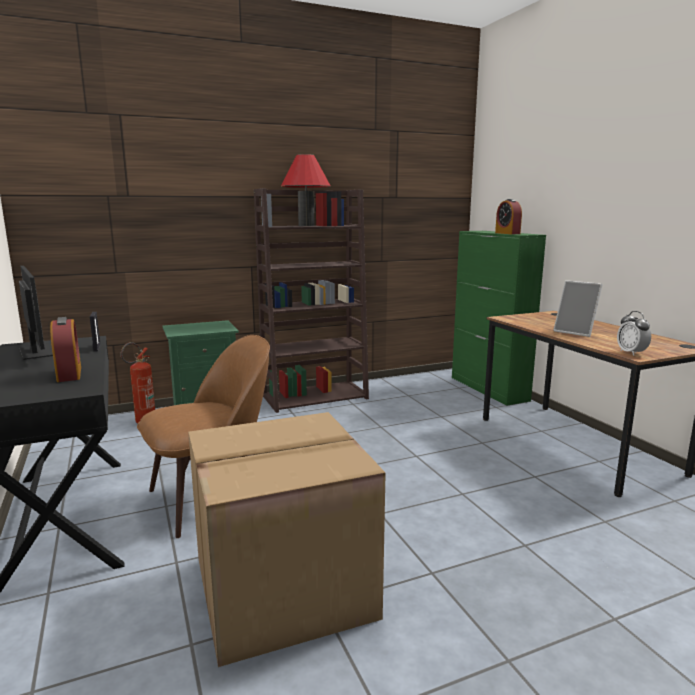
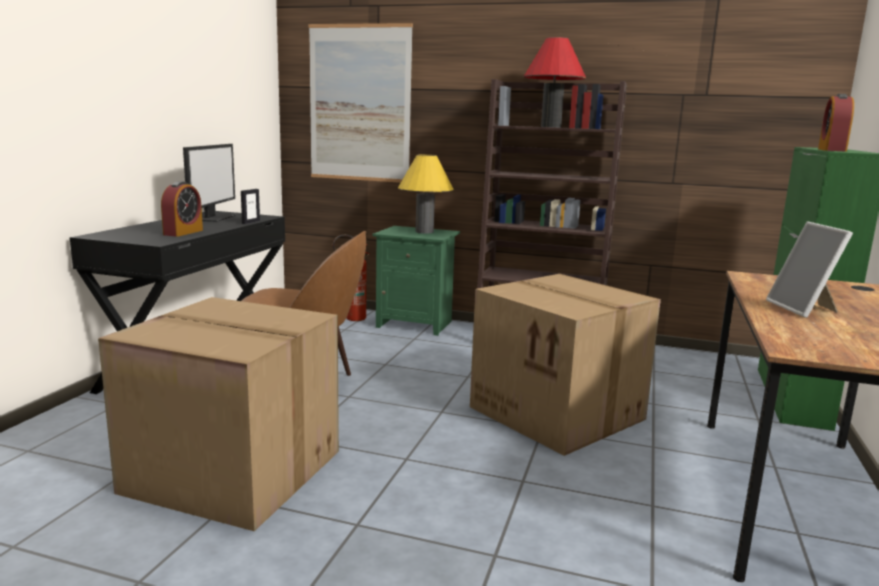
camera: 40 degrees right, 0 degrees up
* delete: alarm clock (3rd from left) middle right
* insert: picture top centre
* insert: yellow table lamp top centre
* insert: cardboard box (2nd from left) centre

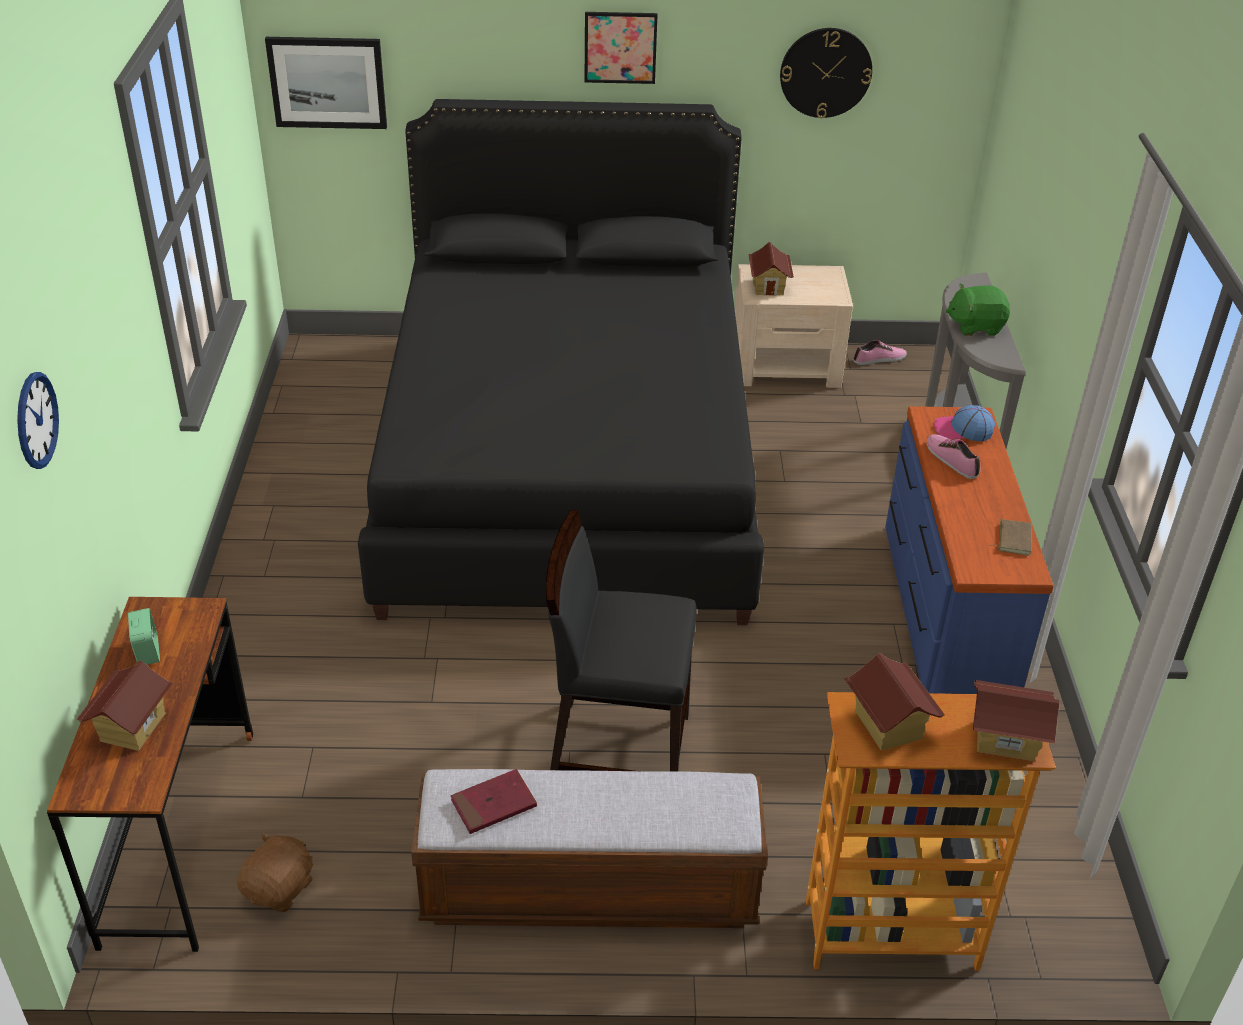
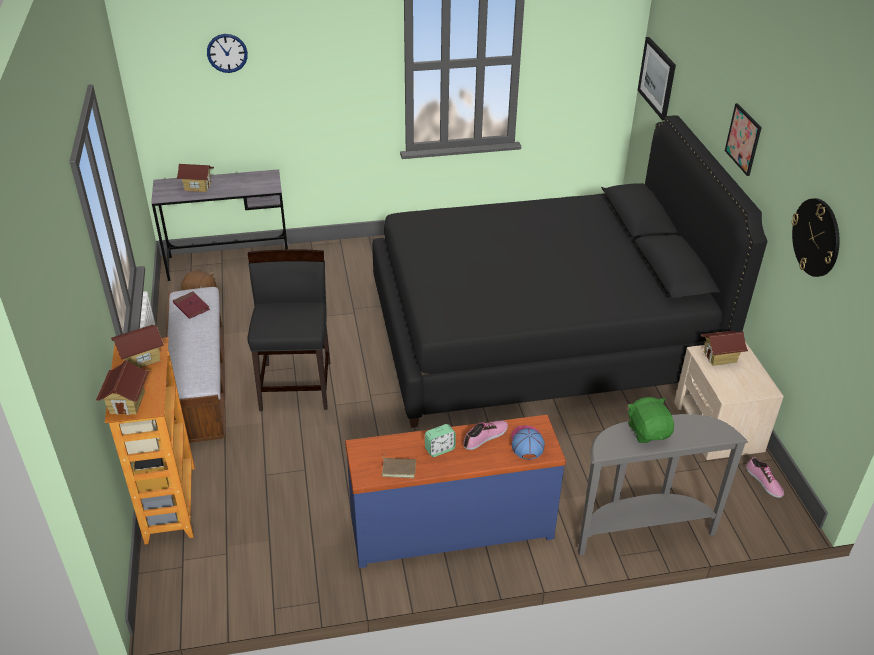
camera: 80 degrees right, 0 degrees up
* move: alarm clock middle left to bottom centre
* recolor: brown desk bottom left to grey desk middle left

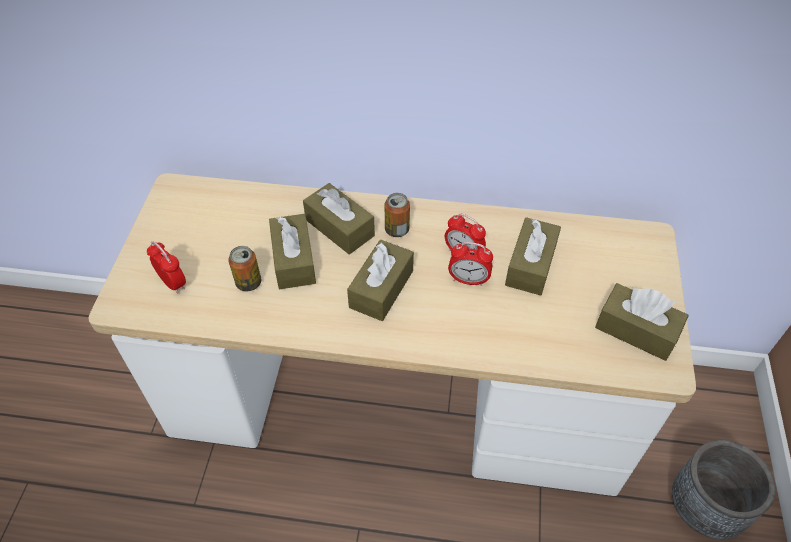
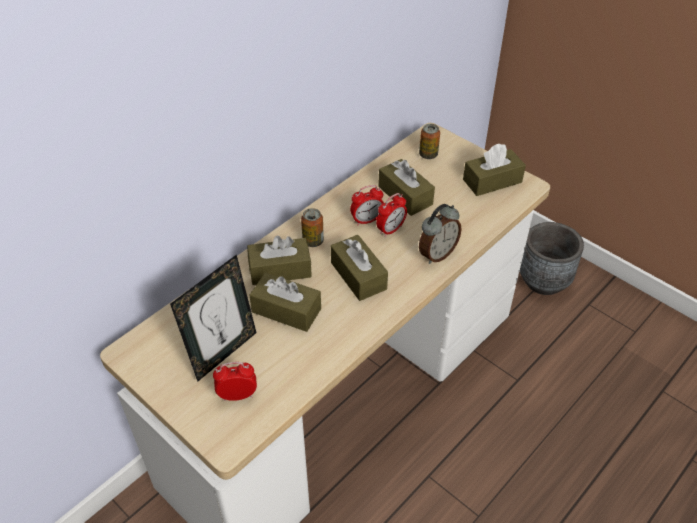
camera: 55 degrees left, 5 degrees down
* insert: picture frame middle left
* insert: alarm clock (4th from left) centre
* move: can (1st from left in the first image) middle left to can (2nd from left) top centre

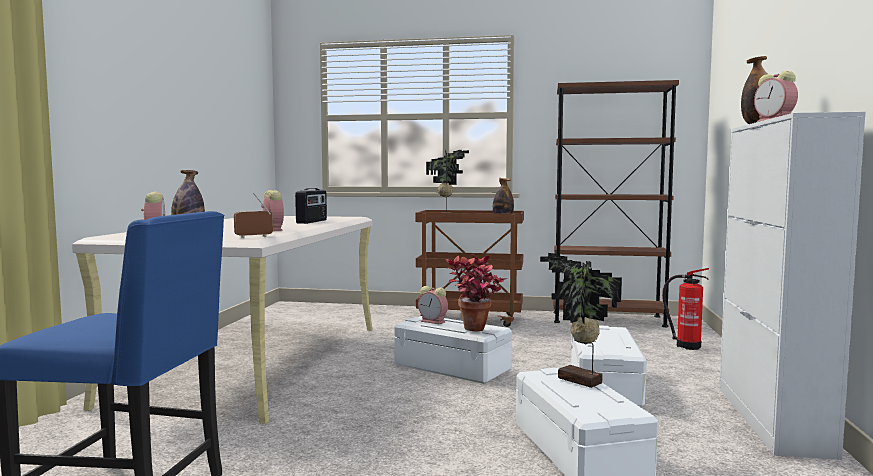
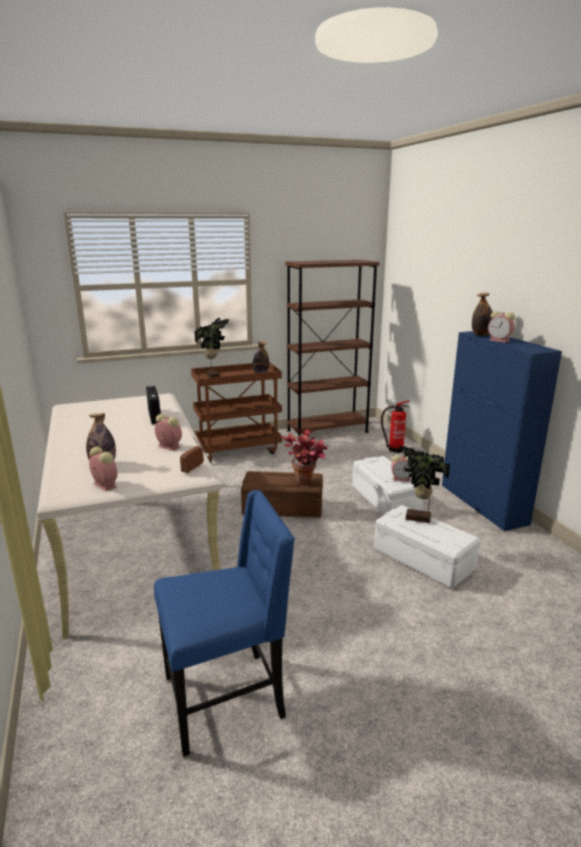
camera: 30 degrees left, 15 degrees up
* move: alarm clock (3rd from left) centre to middle right
* recolor: white storage box (1st from left) bottom centre to brown storage box centre
* recolor: white cabinet middle right to blue cabinet middle right

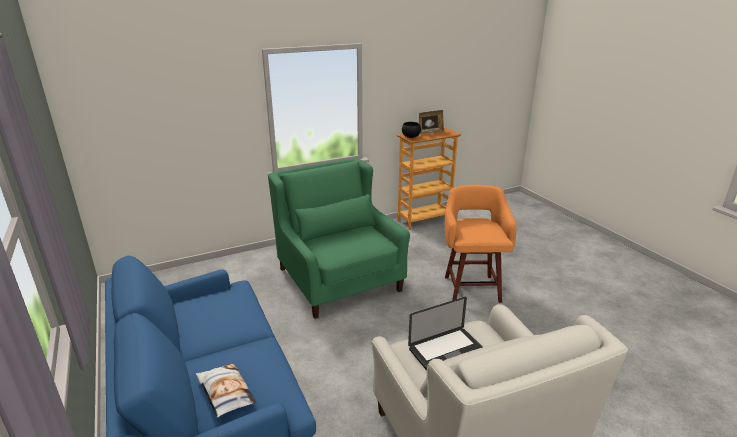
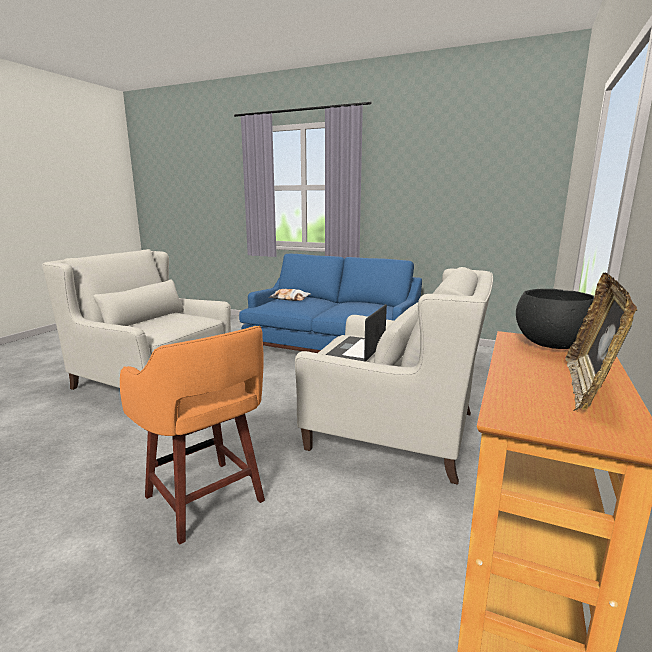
camera: 140 degrees right, 10 degrees down
* move: laptop bottom centre to centre
* recolor: green armchair centre to white armchair (2nd from left) centre

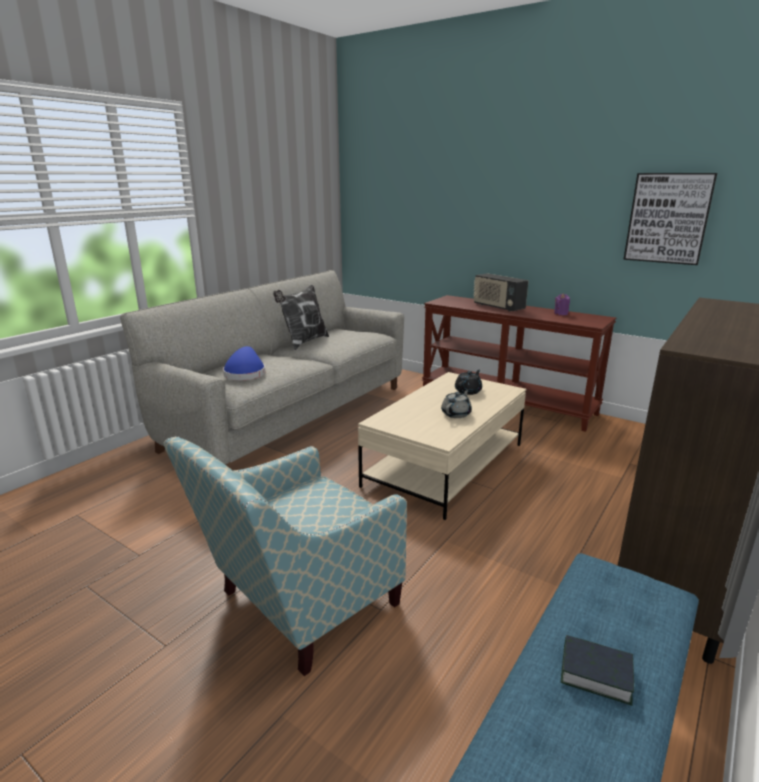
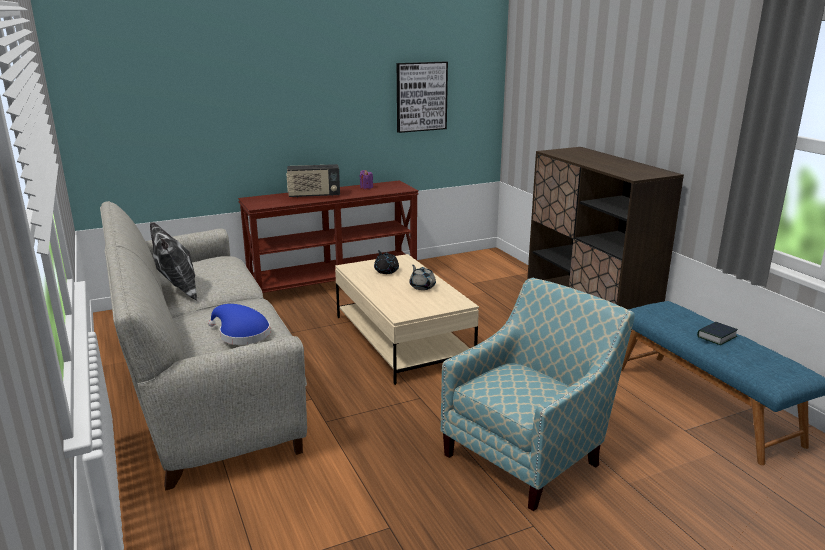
camera: 60 degrees left, 0 degrees up
* rotate: armchair bottom centre = bottom centre 120 degrees counterclockwise

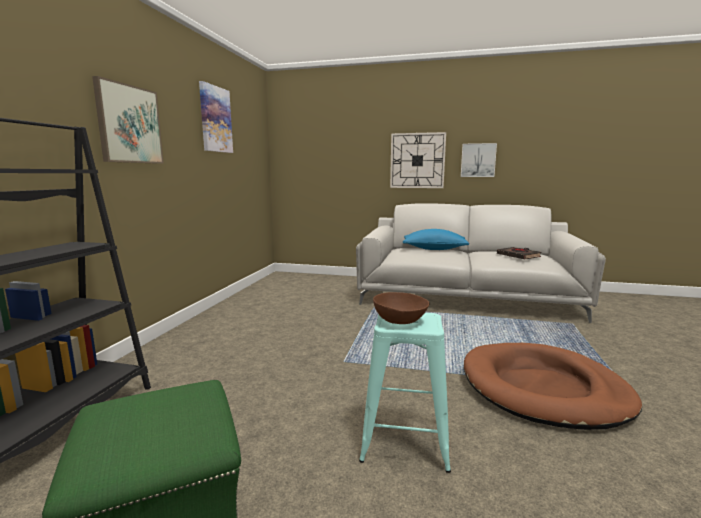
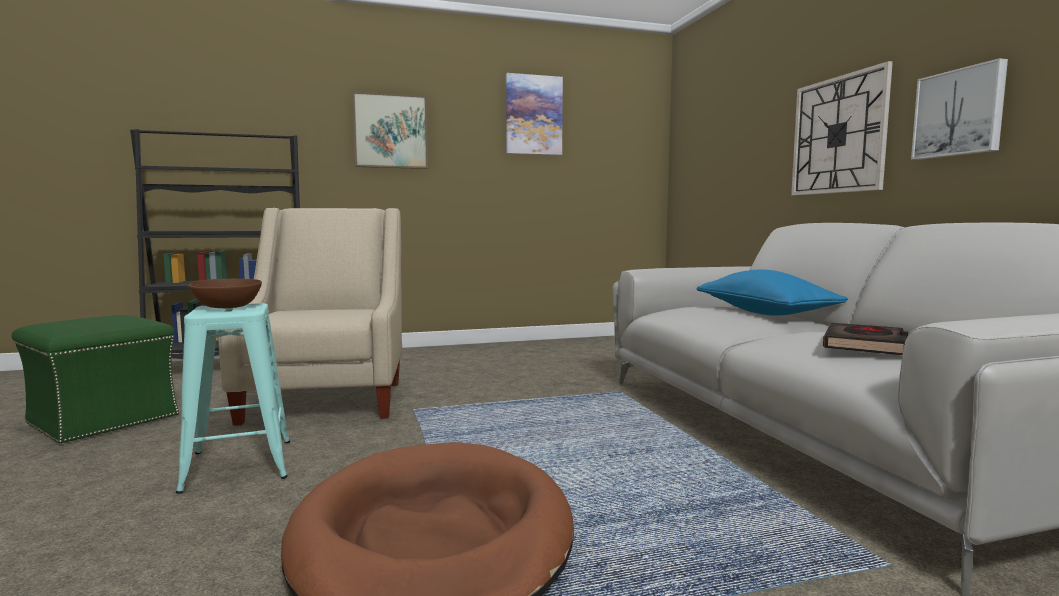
camera: 60 degrees right, 5 degrees down
* insert: beige armchair middle left

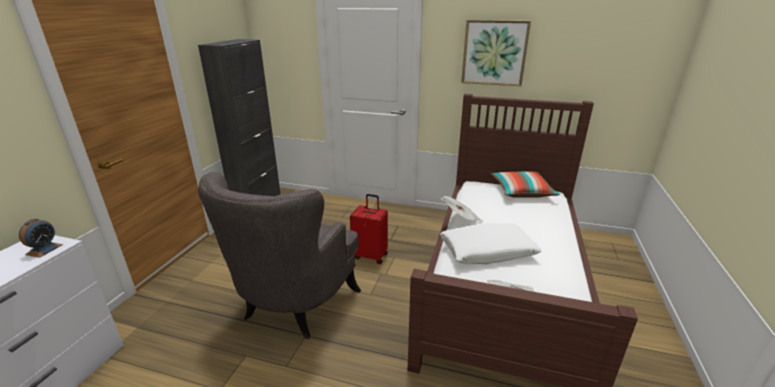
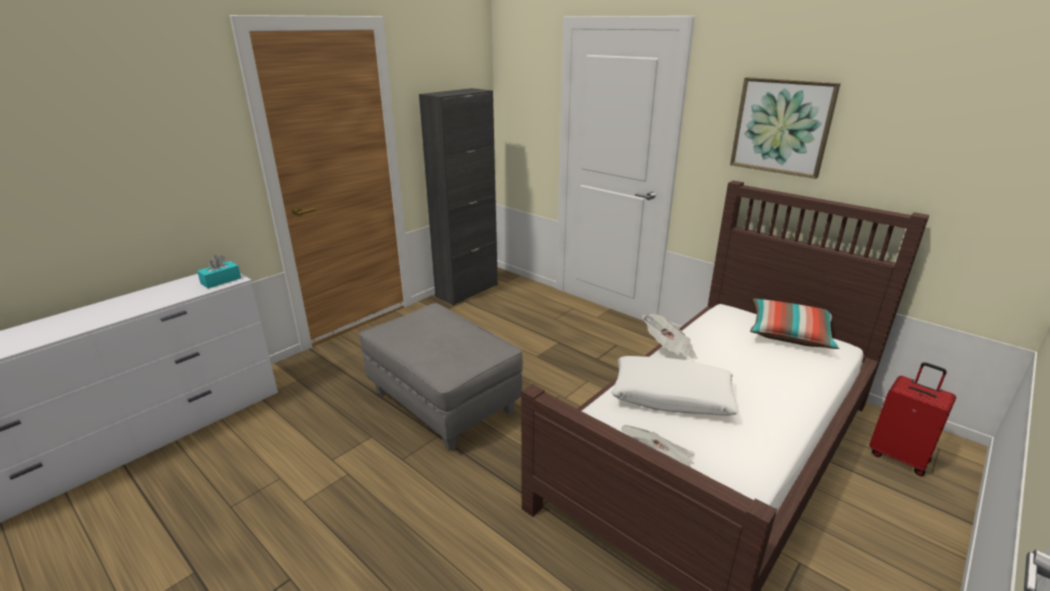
camera: 25 degrees right, 0 degrees up
* move: red suitcase centre to bottom right
* replace: alarm clock middle left to turquoise tissue box middle left
* replace: grey armchair centre to grey ottoman centre

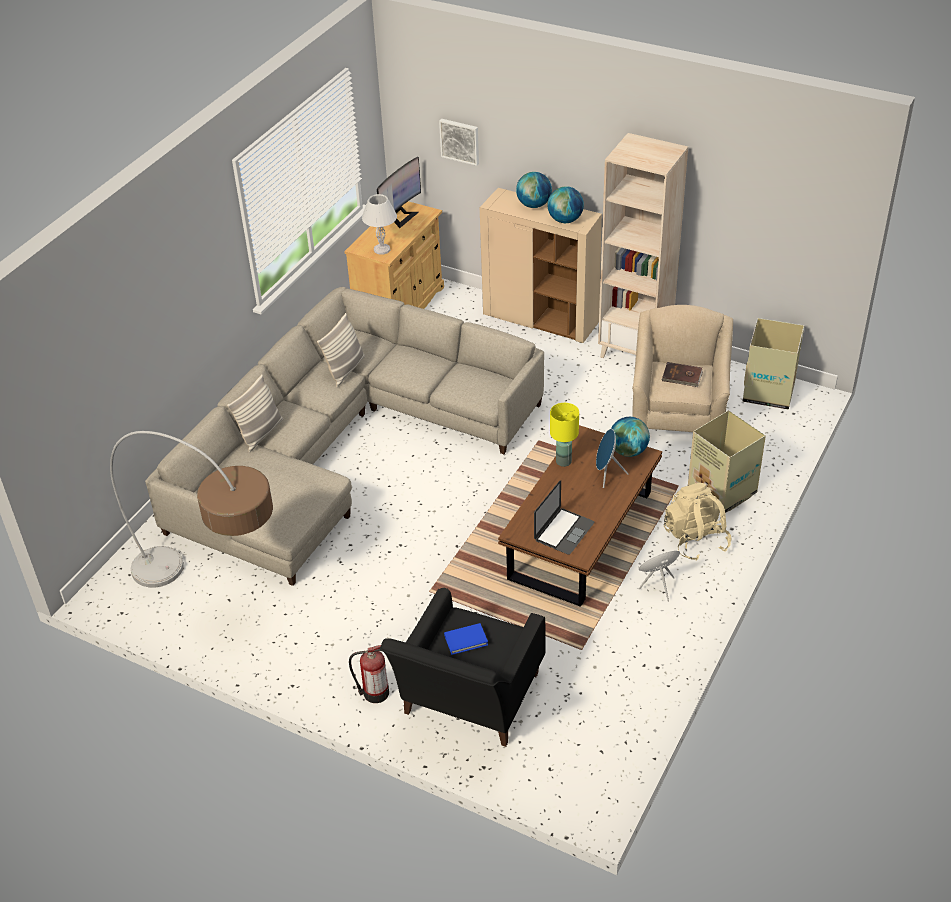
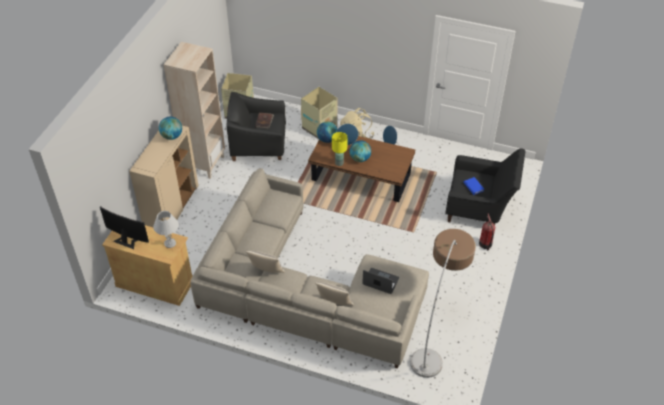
camera: 100 degrees left, 5 degrees up
* delete: picture top centre
* move: globe (1st from left in the first image) top centre to globe (3rd from left) centre
* move: laptop centre to bottom centre
* recolor: beige armchair middle right to black armchair (1st from left) top centre

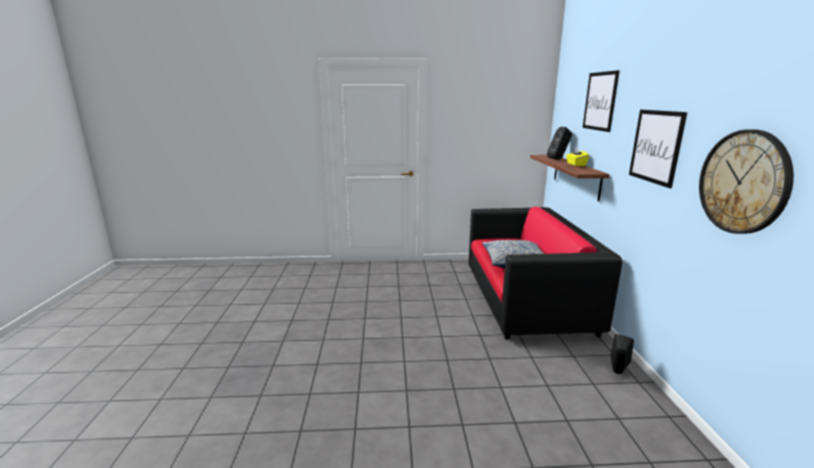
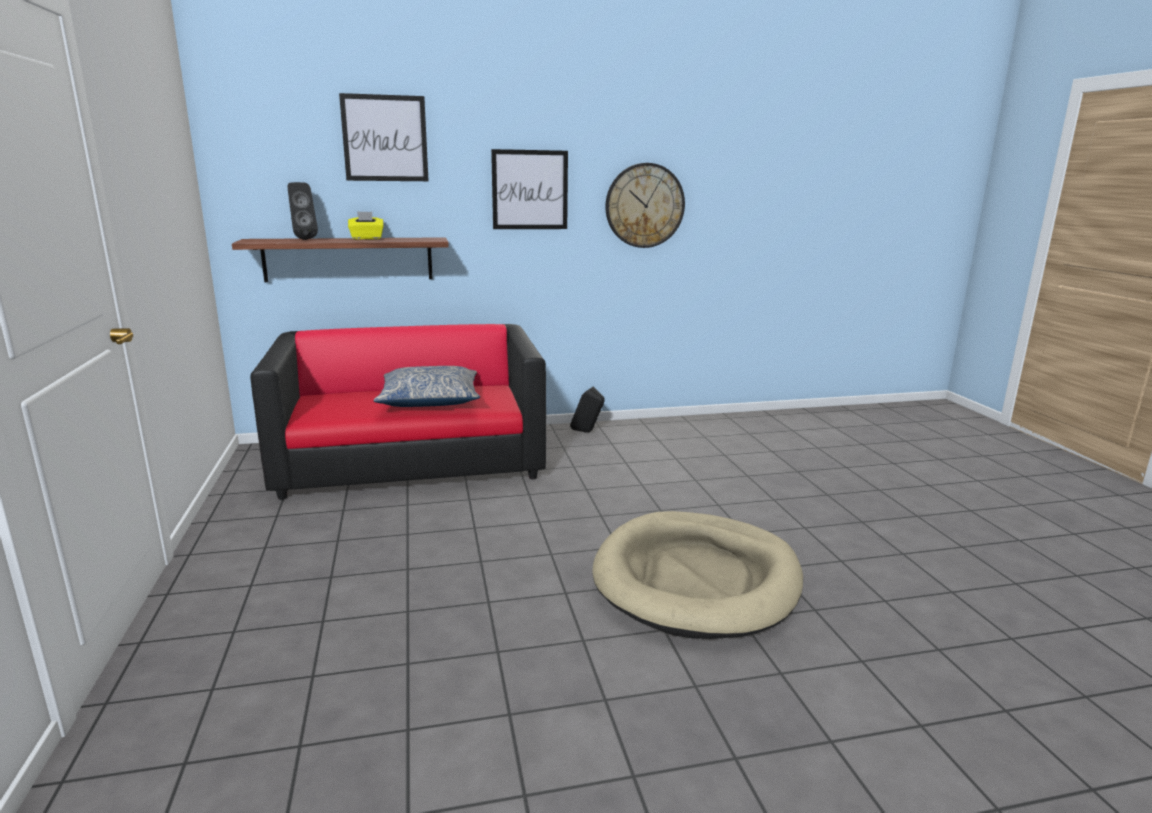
camera: 100 degrees left, 0 degrees up
* insert: beige dog bed bottom centre

